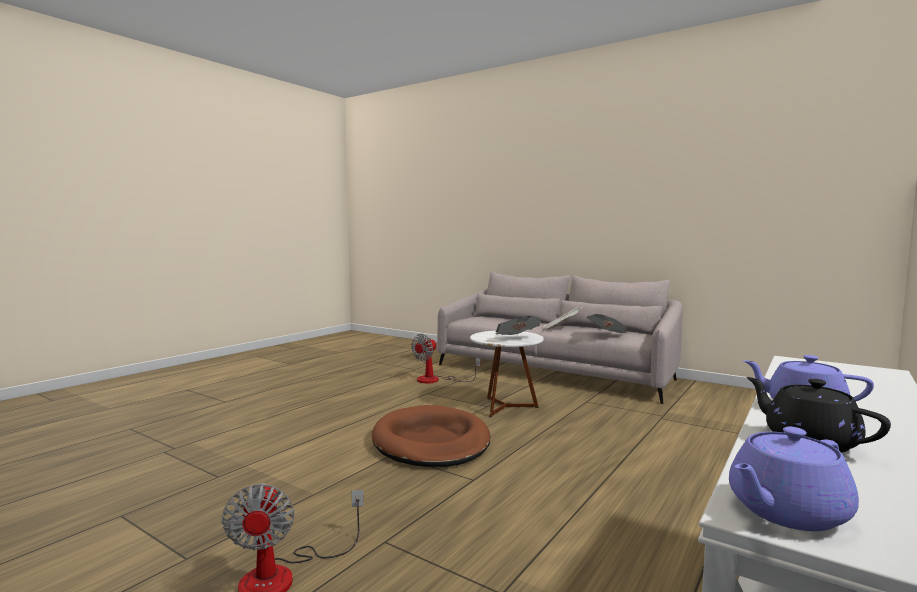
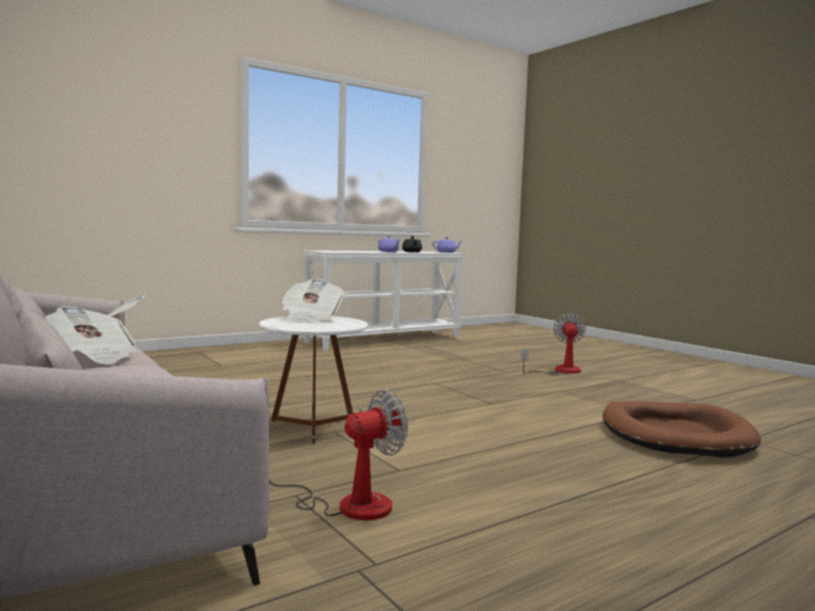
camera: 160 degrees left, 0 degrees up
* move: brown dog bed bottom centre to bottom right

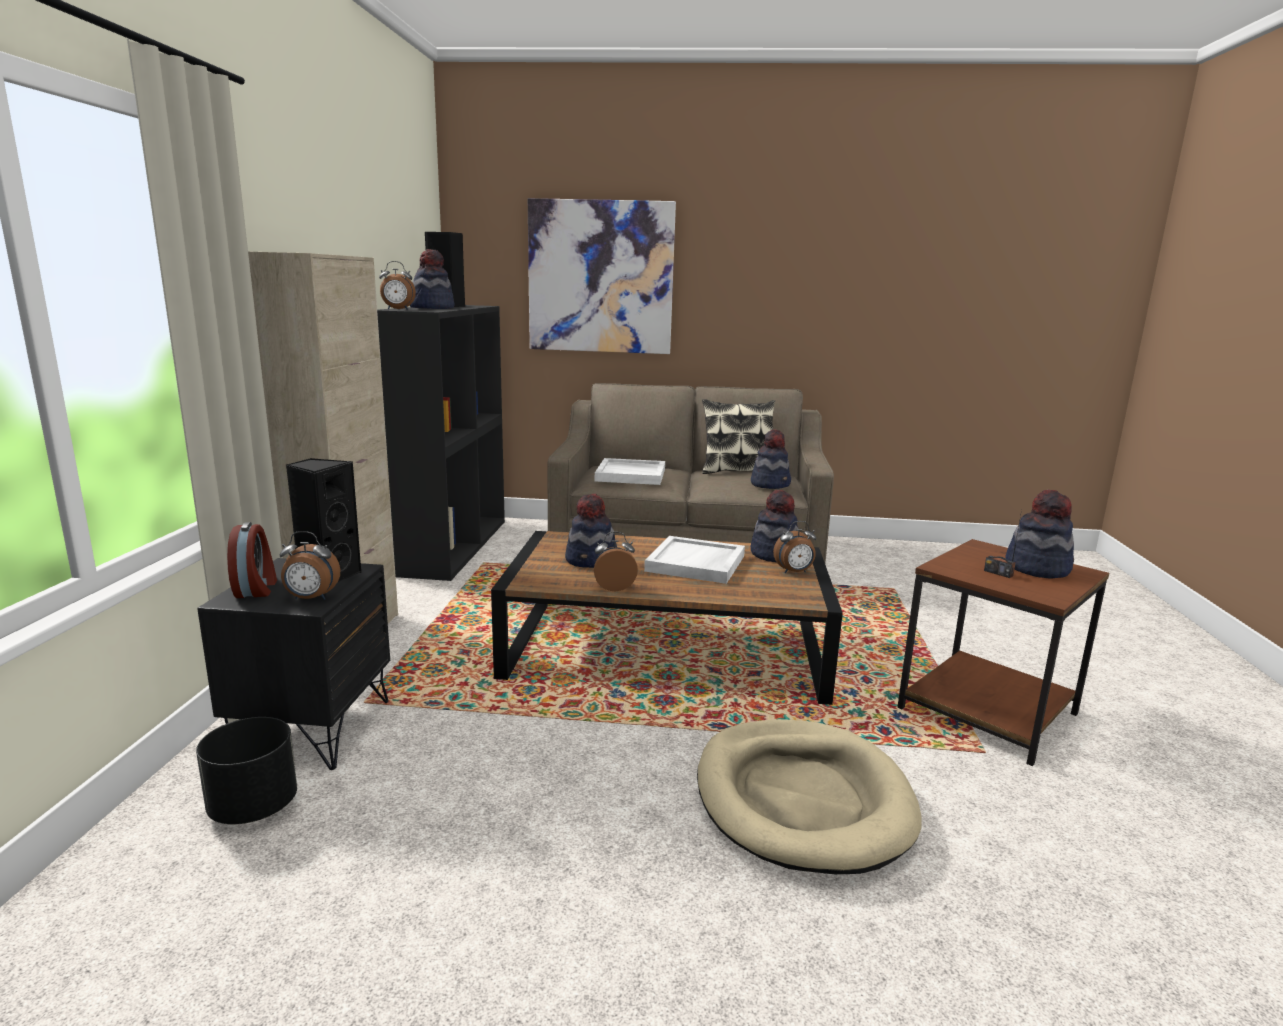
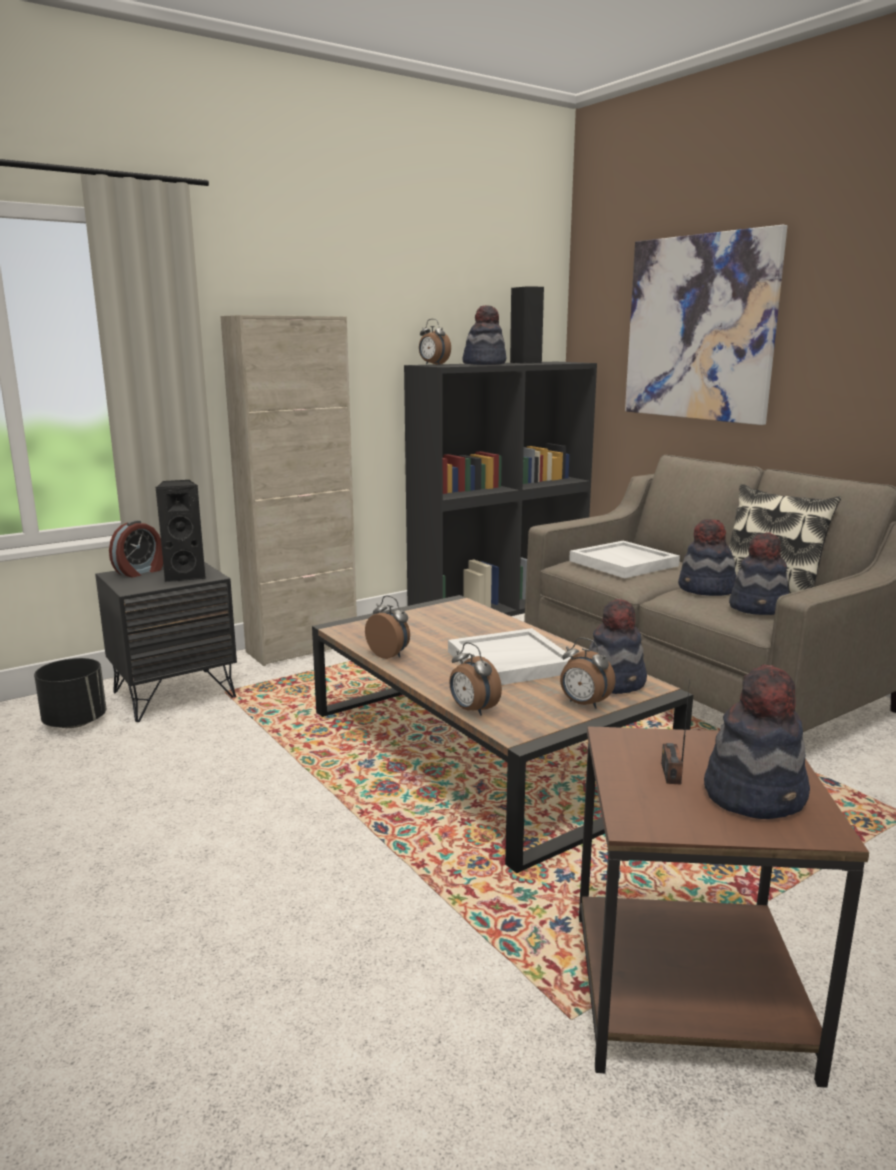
camera: 50 degrees right, 0 degrees up
* delete: beige dog bed bottom centre
* move: alarm clock (2nd from left in the first image) middle left to alarm clock (4th from left) centre
* move: hat (2nd from left in the first image) centre to hat (3rd from left) middle right

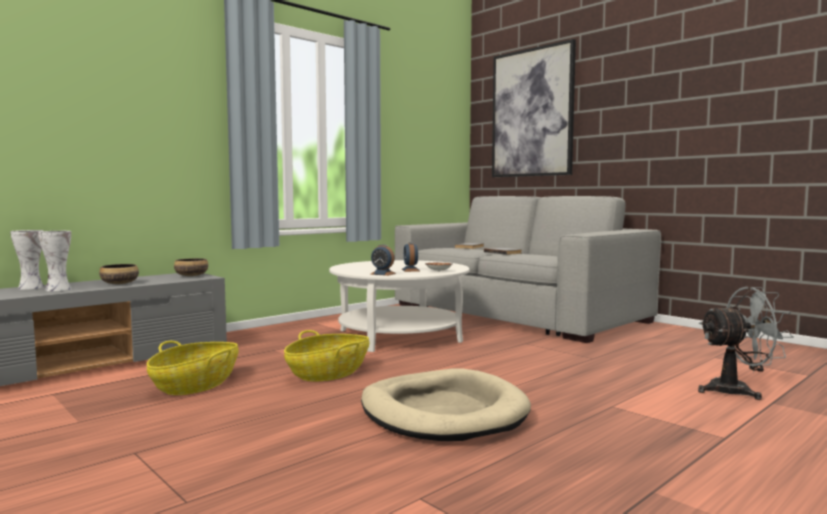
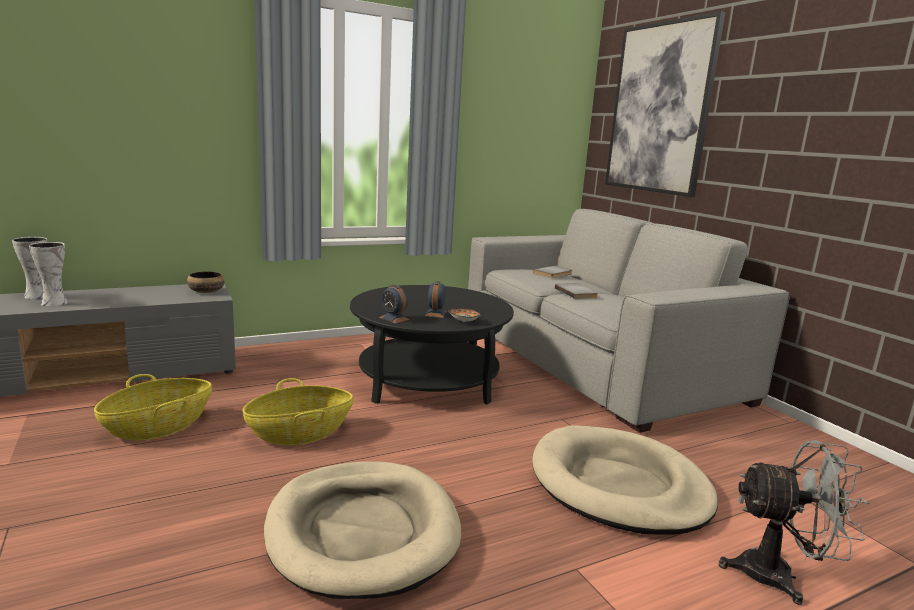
camera: 15 degrees right, 10 degrees up
* delete: bowl (1st from left) middle left
* insert: beige dog bed (2nd from left) bottom right
* recolor: white coffee table centre to black coffee table centre

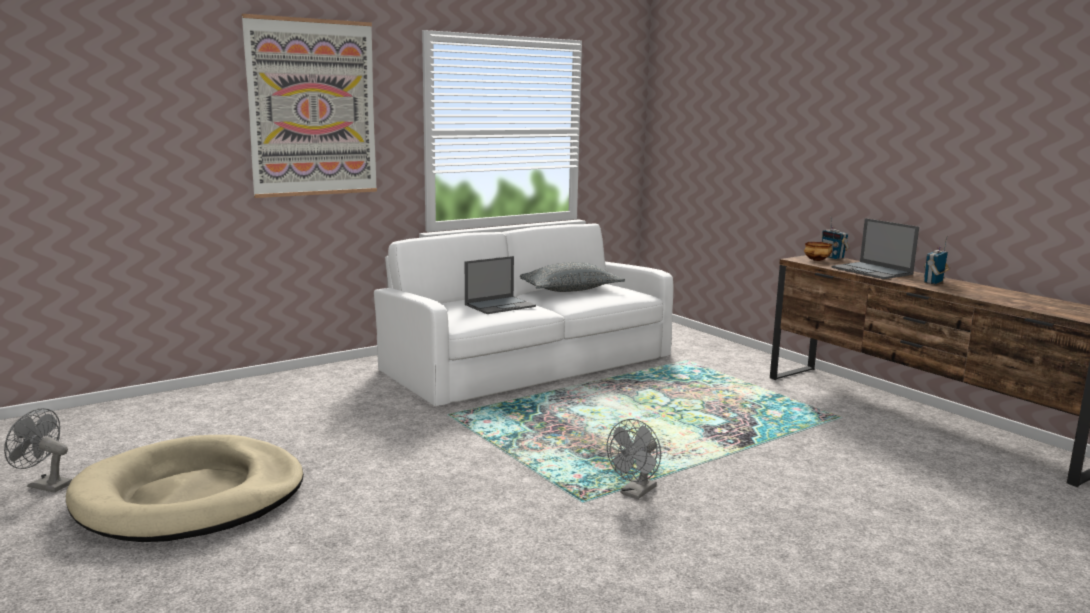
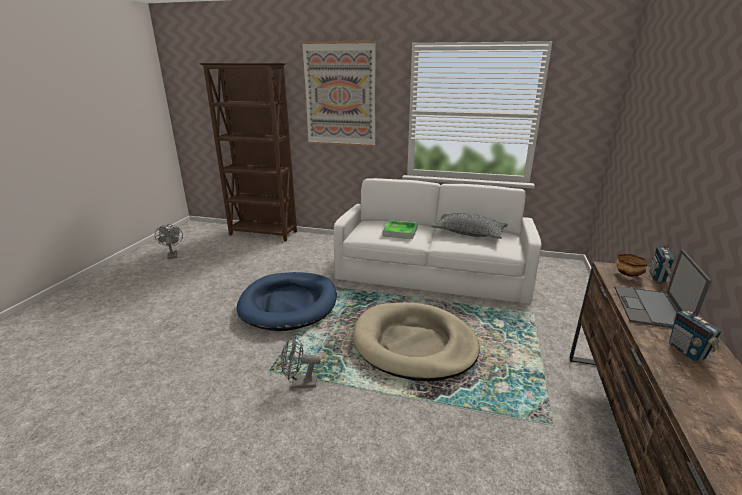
camera: 50 degrees right, 10 degrees up
* insert: brown bookcase top centre
* insert: blue dog bed centre
* move: beige dog bed bottom left to bottom centre
* replace: laptop (1st from left) centre to tray centre
* rotate: radio (2nd from left) middle right = middle right 105 degrees counterclockwise

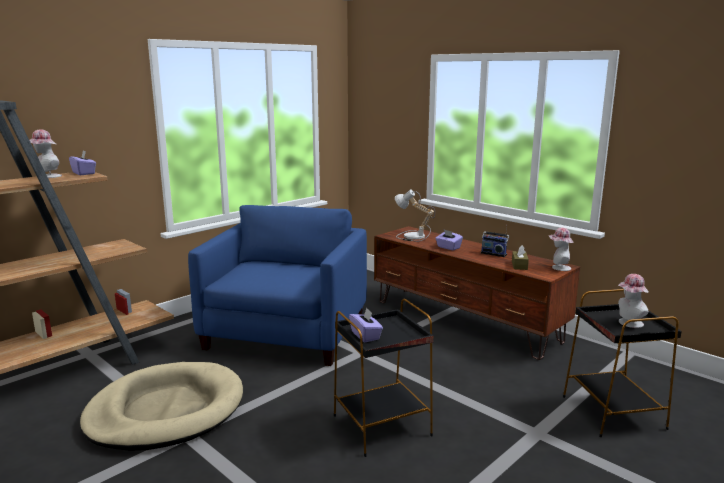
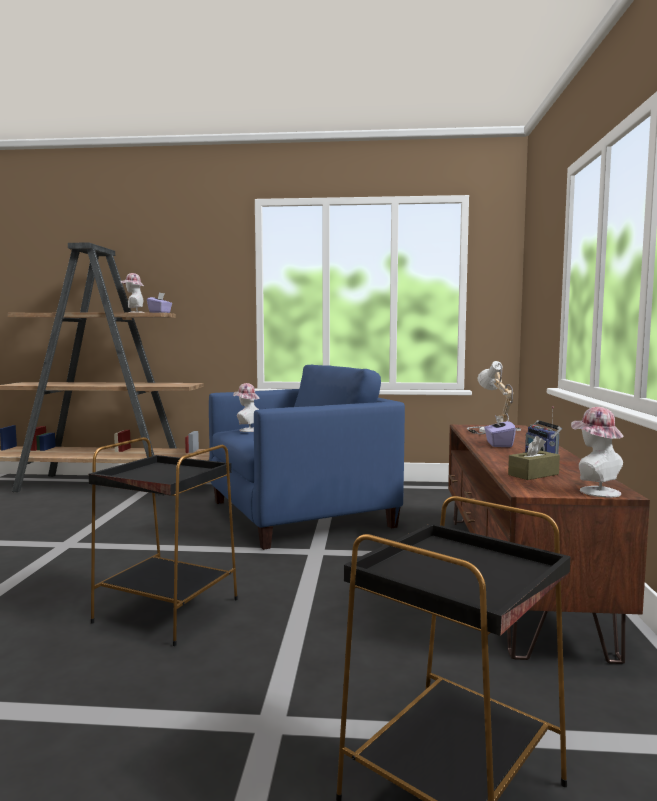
camera: 50 degrees right, 10 degrees down
* delete: beige dog bed bottom left
* delete: purple tissue box (2nd from left) bottom centre
* move: hat (3rd from left in the first image) middle right to hat (2nd from left) centre

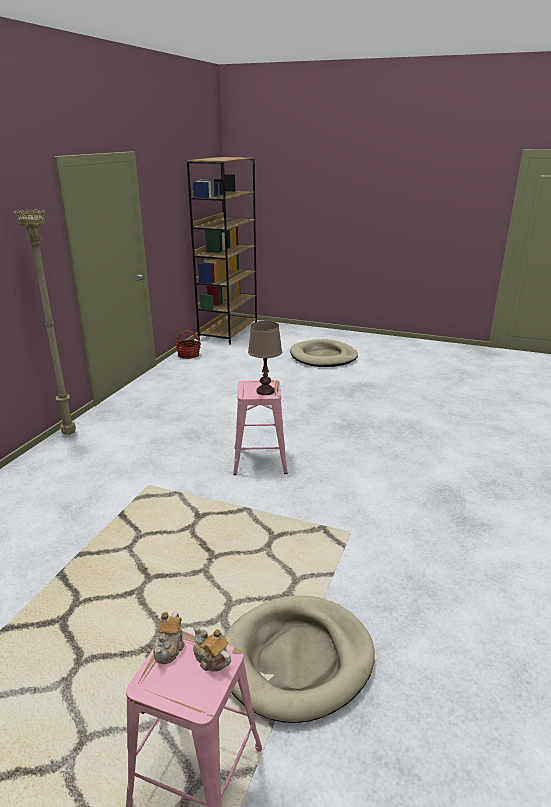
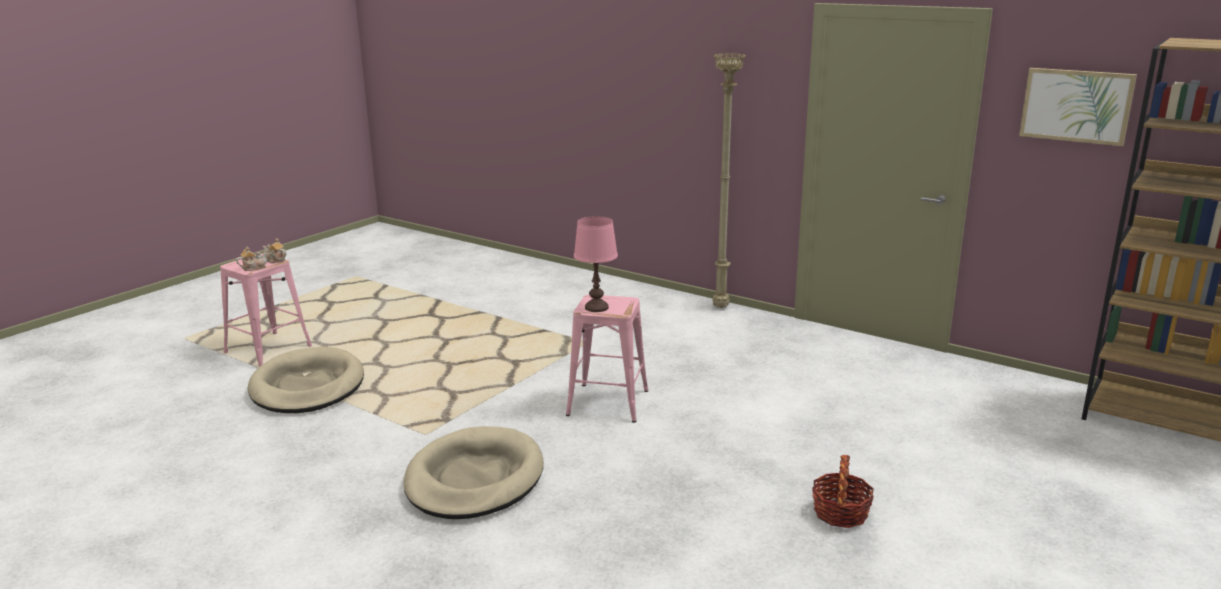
camera: 105 degrees right, 5 degrees down
* insert: picture top right
* move: basket centre to bottom right
* move: beige dog bed (2nd from left) centre to bottom centre
* recolor: brown table lamp centre to pink table lamp centre

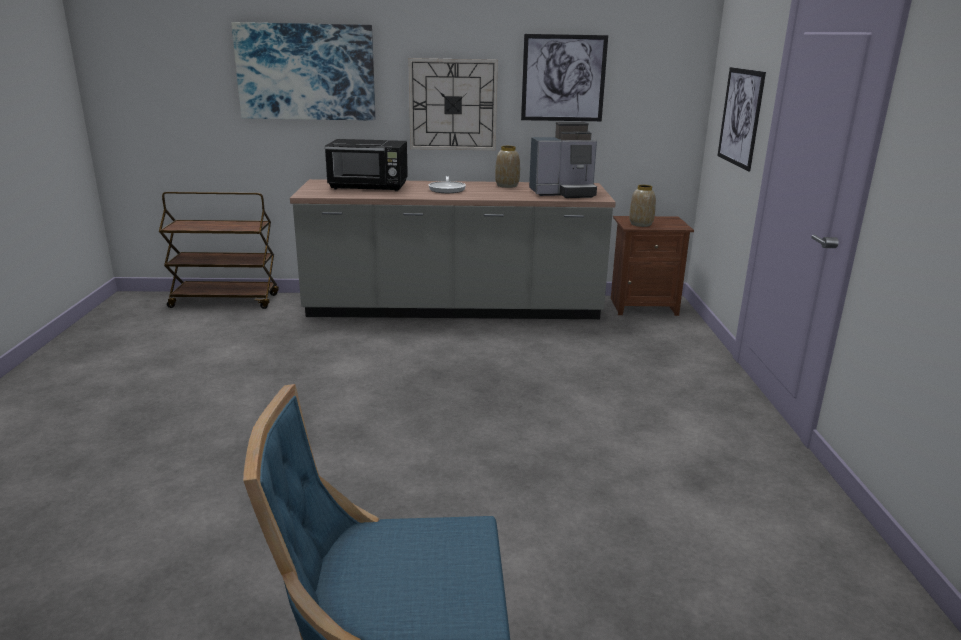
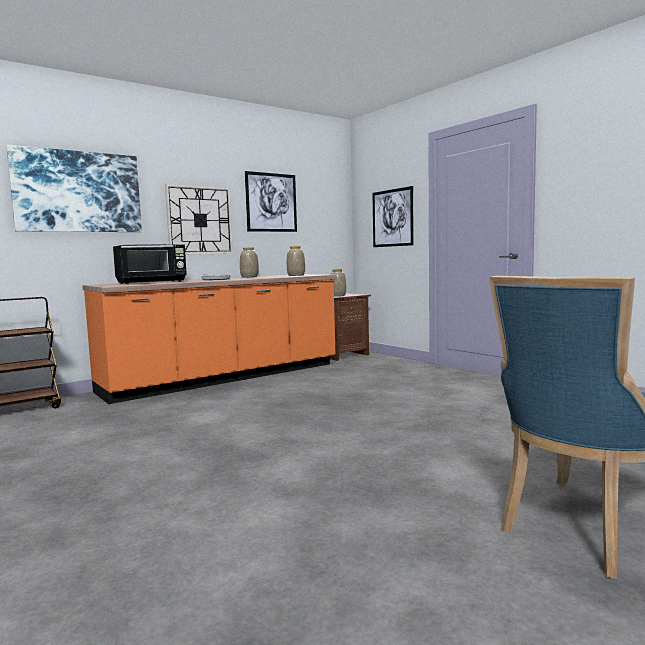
camera: 35 degrees left, 15 degrees down
* replace: coffee machine top centre to vase (2nd from left) centre
* recolor: grey counter centre to orange counter middle left

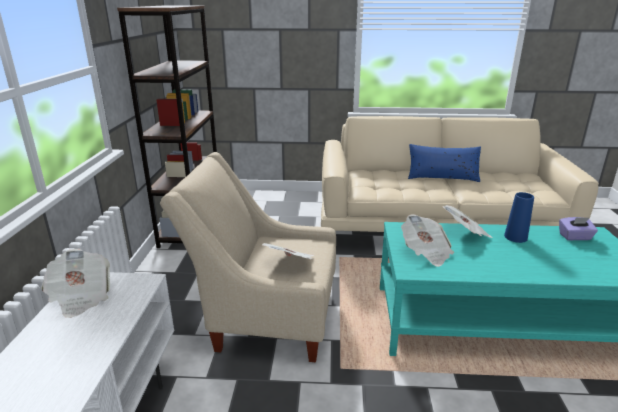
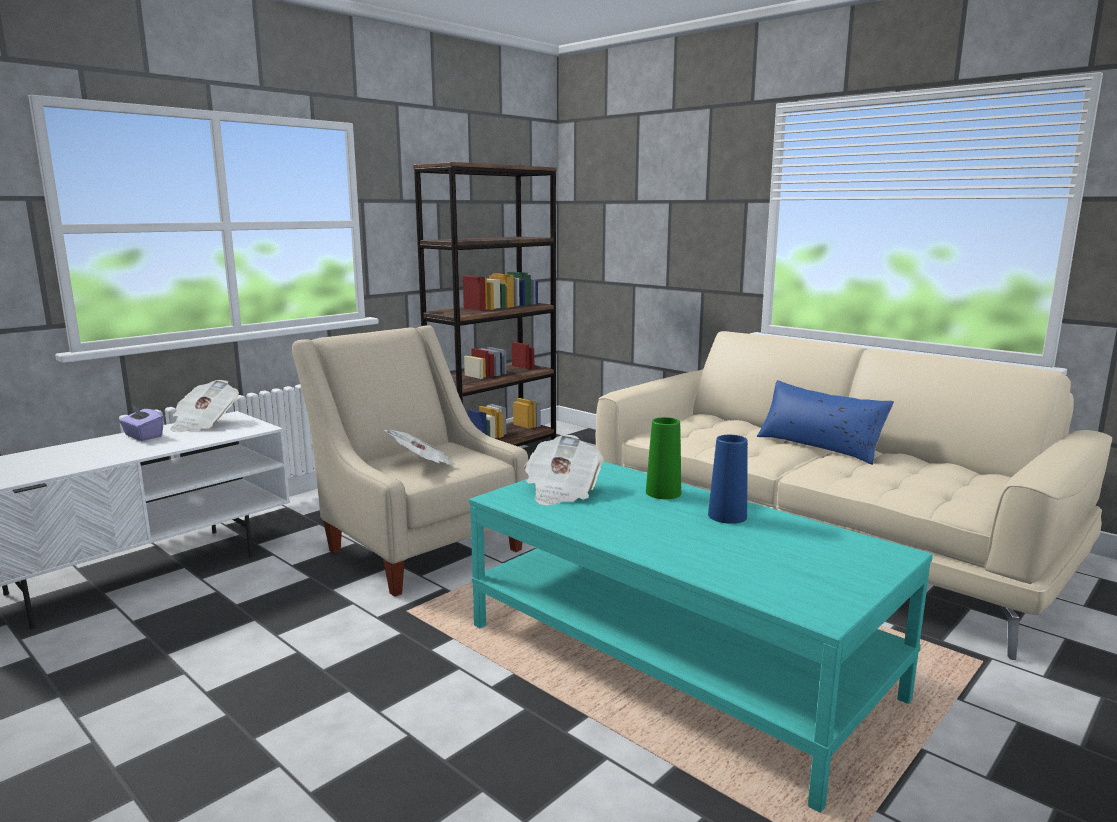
camera: 40 degrees right, 10 degrees down
* move: purple tissue box middle right to middle left
* replace: newspaper (4th from left) middle right to green vase centre

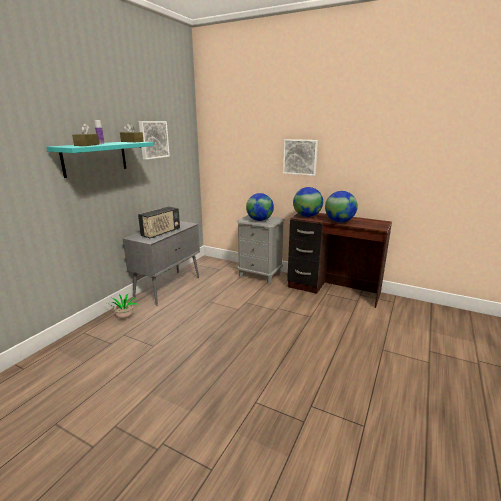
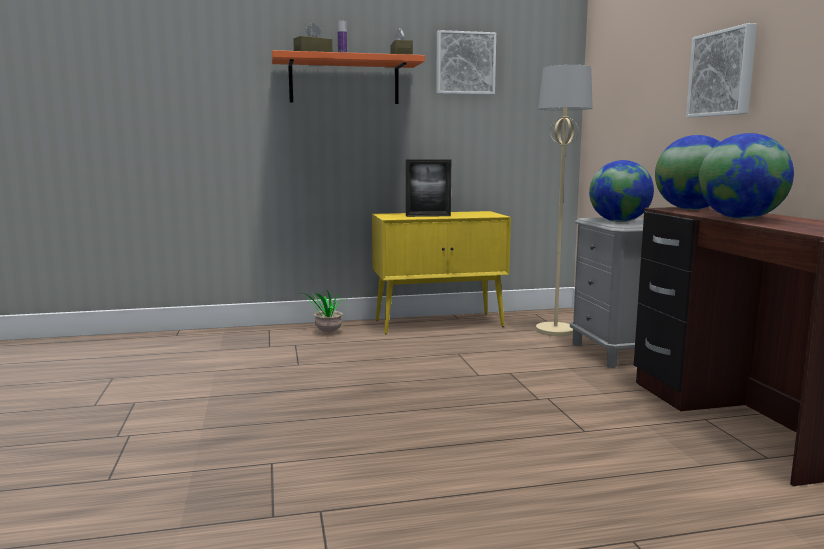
camera: 50 degrees right, 10 degrees down
* insert: beige floor lamp middle right
* replace: radio middle left to picture frame centre
* recolor: turquoise shelf top left to orange shelf top centre
* recolor: grey cabinet middle left to yellow cabinet centre

